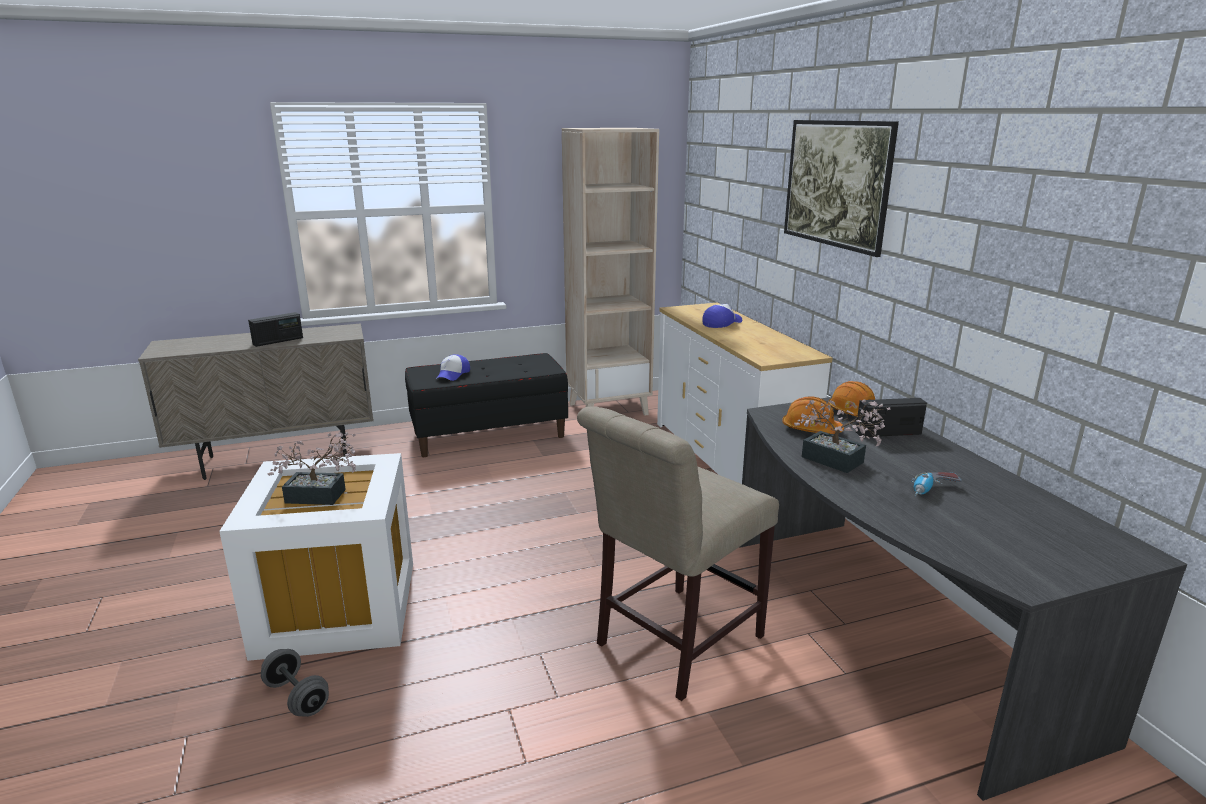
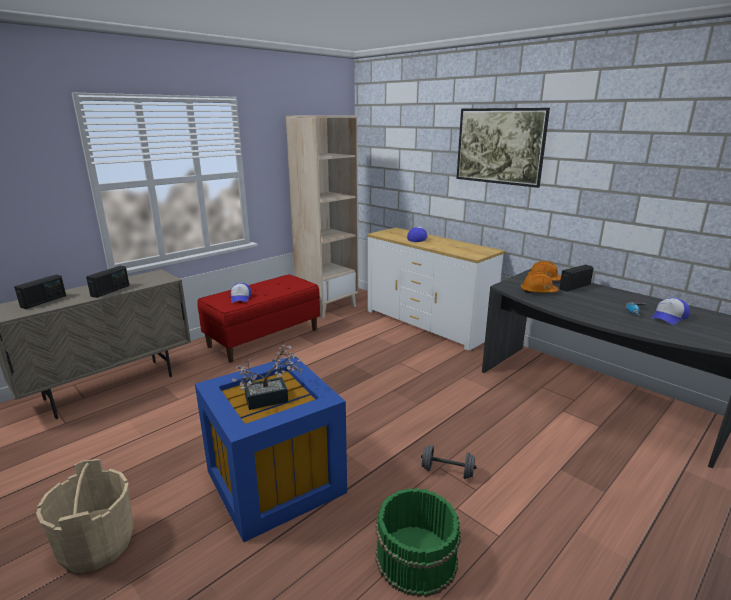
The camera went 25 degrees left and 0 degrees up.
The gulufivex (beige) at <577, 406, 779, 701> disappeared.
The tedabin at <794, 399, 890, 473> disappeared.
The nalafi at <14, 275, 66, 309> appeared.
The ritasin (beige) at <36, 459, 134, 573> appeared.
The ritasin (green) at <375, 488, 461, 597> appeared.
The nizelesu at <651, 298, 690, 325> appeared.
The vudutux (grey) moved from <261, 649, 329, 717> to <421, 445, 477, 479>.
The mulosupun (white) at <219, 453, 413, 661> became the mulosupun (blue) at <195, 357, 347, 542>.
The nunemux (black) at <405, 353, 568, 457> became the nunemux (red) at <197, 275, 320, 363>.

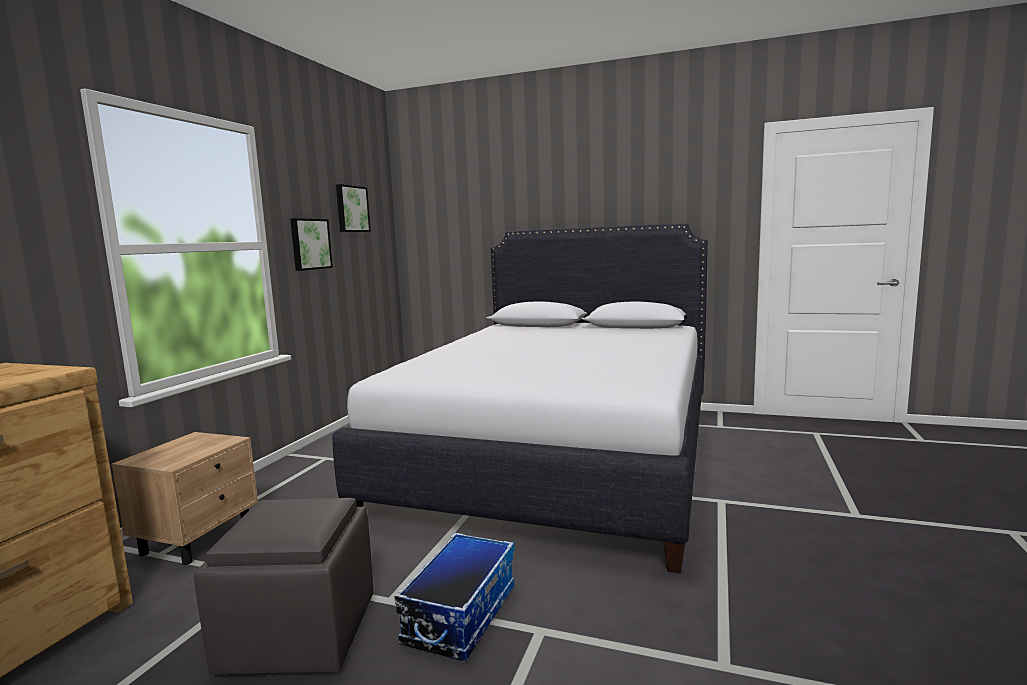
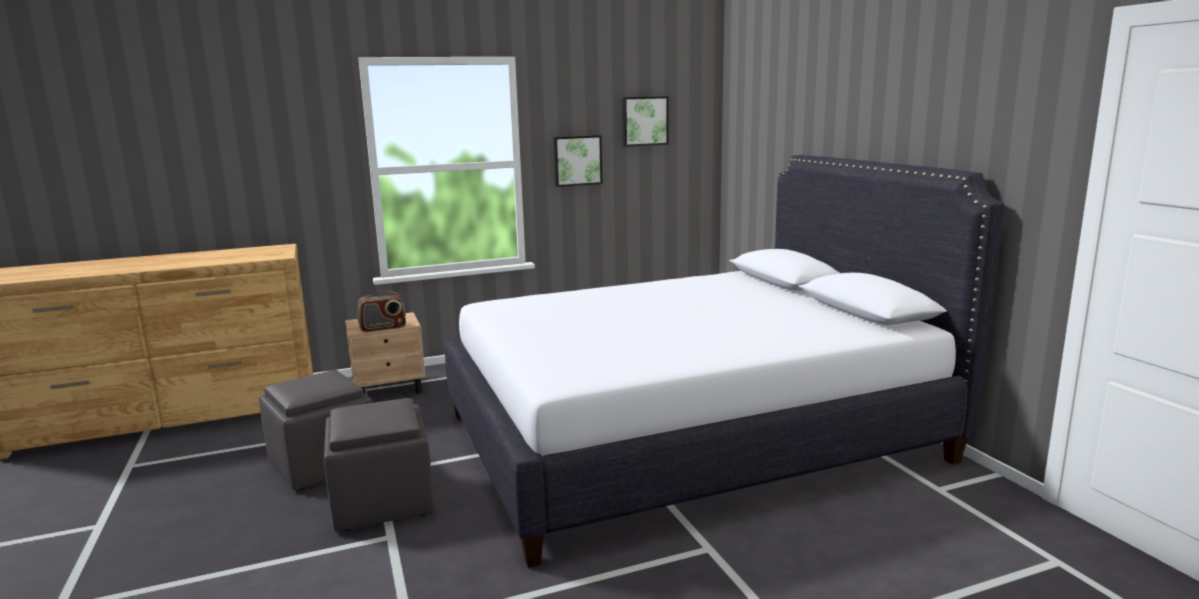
The camera went 50 degrees right and 5 degrees up.
The nalafi at <357, 290, 406, 332> appeared.
The mulosupun at <394, 533, 515, 661> was replaced by the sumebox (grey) at <324, 398, 434, 532>.

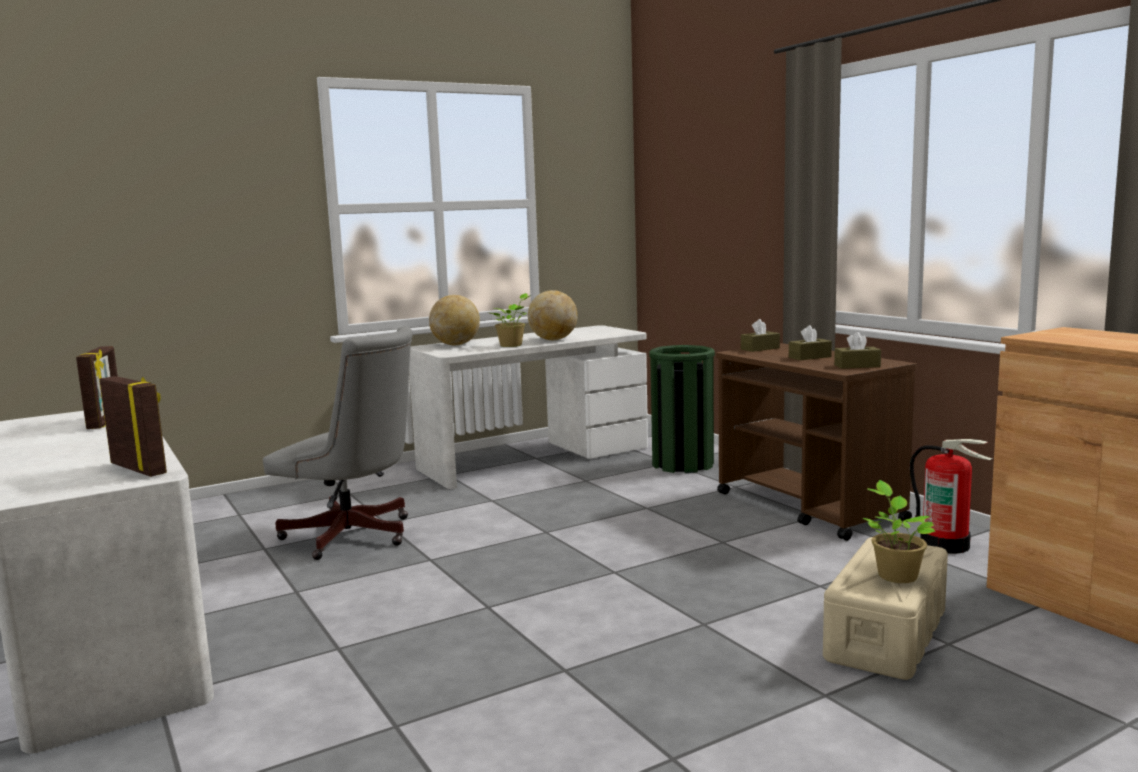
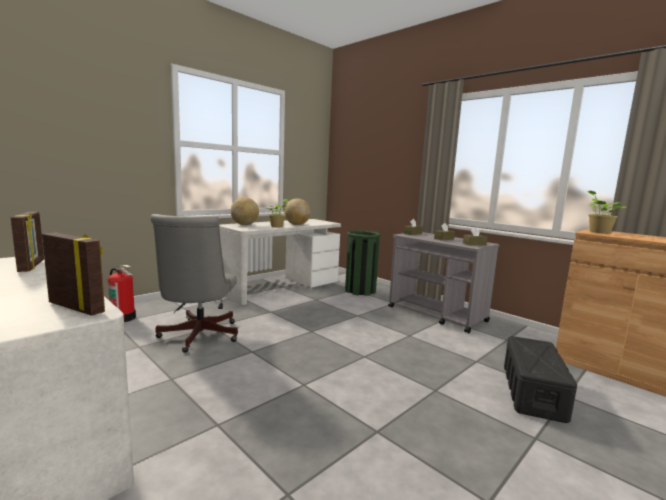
The camera went 15 degrees left and 0 degrees up.
The tedabin moved from <863, 480, 936, 583> to <587, 191, 626, 233>.
The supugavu moved from <910, 439, 993, 554> to <108, 265, 136, 322>.
The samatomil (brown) at <716, 343, 917, 541> became the samatomil (grey) at <388, 232, 500, 333>.
The mulosupun (beige) at <823, 537, 948, 680> became the mulosupun (black) at <504, 336, 577, 423>.
The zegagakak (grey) at <263, 326, 413, 560> turned 75 degrees clockwise.

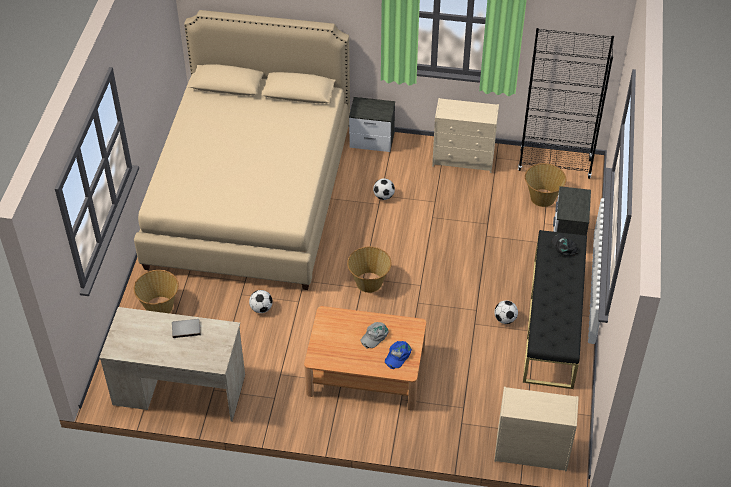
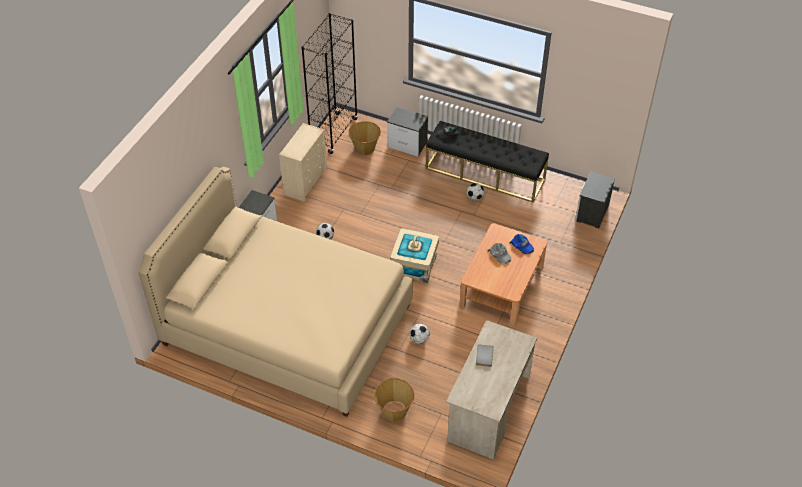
The camera went 75 degrees left and 0 degrees up.
The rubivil at <347, 247, 392, 293> was replaced by the mulosupun (beige) at <390, 228, 439, 283>.
The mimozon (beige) at <494, 387, 579, 471> was replaced by the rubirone at <575, 172, 615, 228>.

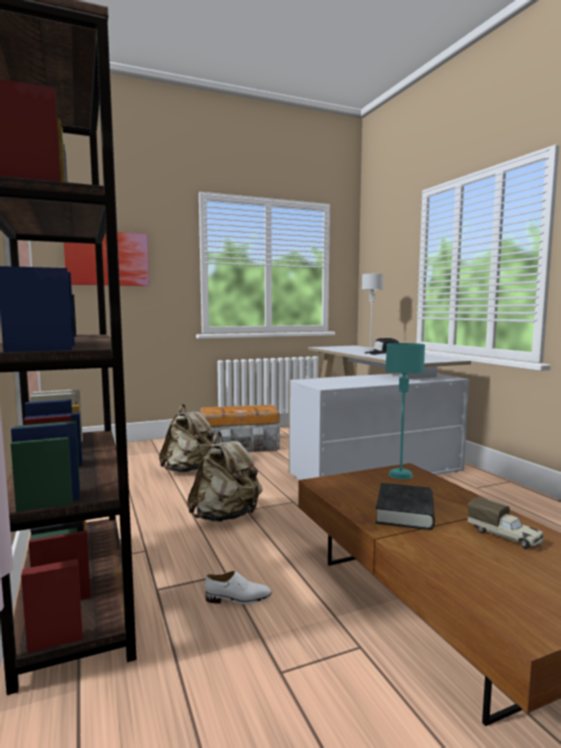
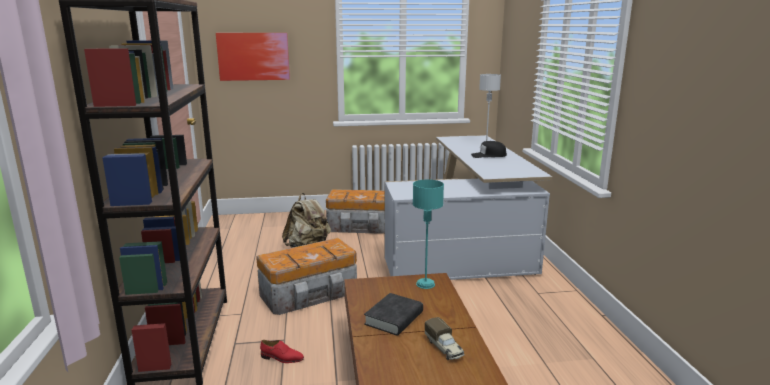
The camera went 15 degrees right and 10 degrees up.
The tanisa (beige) at <187, 432, 262, 522> was replaced by the mulosupun at <256, 238, 357, 315>.
The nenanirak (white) at <205, 571, 271, 604> became the nenanirak (red) at <260, 340, 304, 363>.

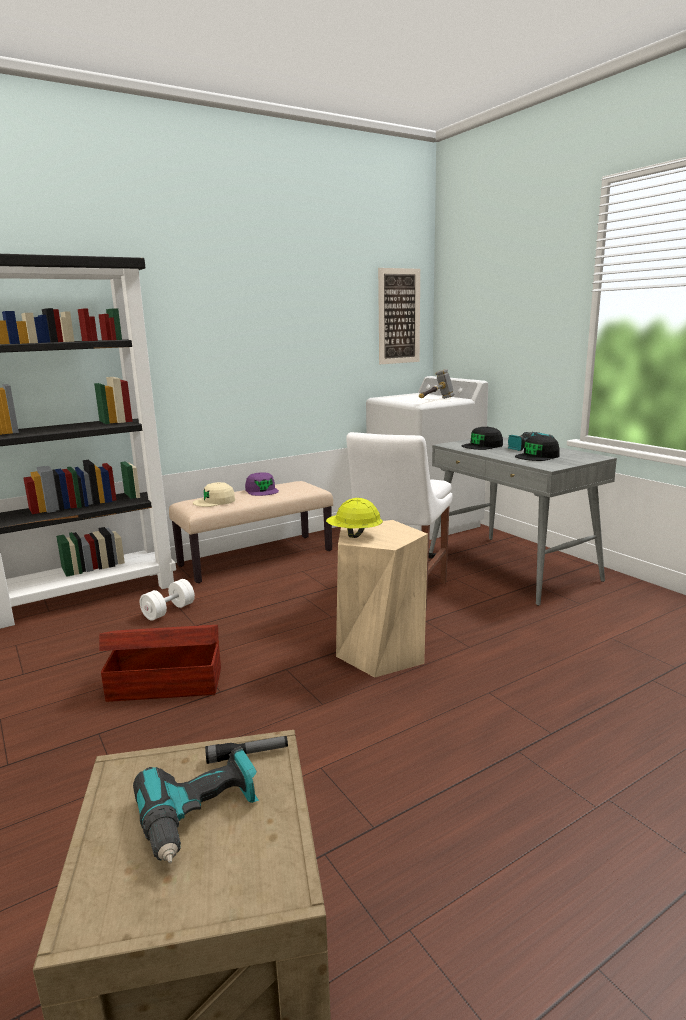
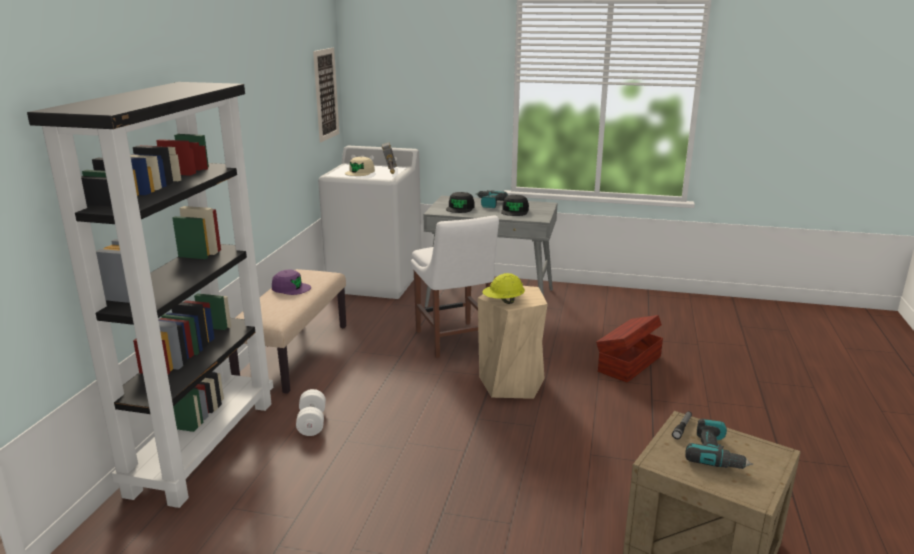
The camera went 45 degrees left and 5 degrees up.
The mulosupun (brown) moved from <99, 625, 221, 702> to <596, 315, 663, 382>.
The nizelesu (beige) moved from <193, 482, 235, 507> to <345, 157, 375, 176>.

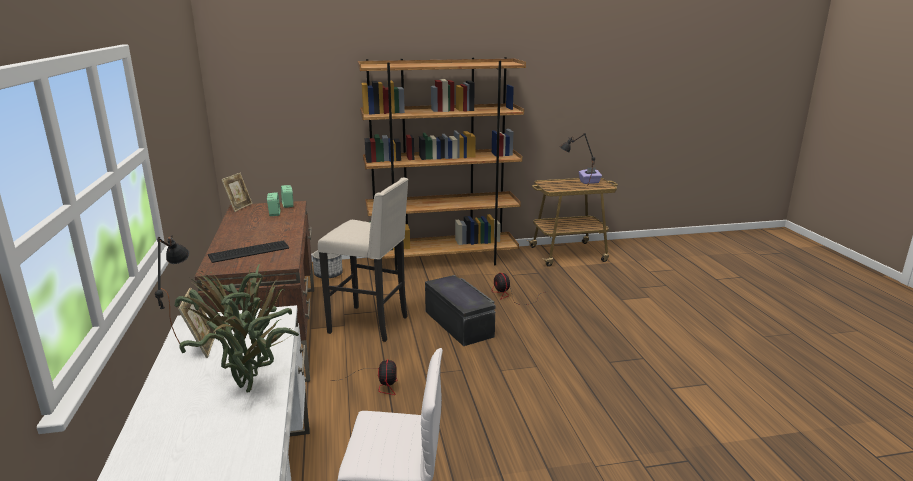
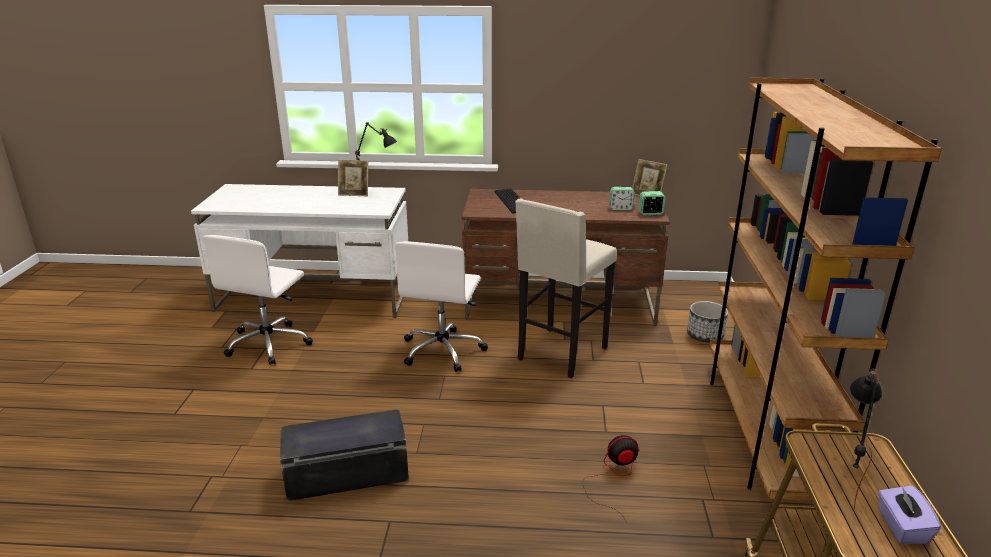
The camera went 105 degrees right and 5 degrees up.
The tedabin at <175, 264, 299, 393> disappeared.
The mulosupun (black) moved from <425, 275, 496, 346> to <280, 409, 409, 501>.
The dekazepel at <330, 359, 397, 395> was replaced by the zegagakak (white) at <395, 241, 488, 372>.

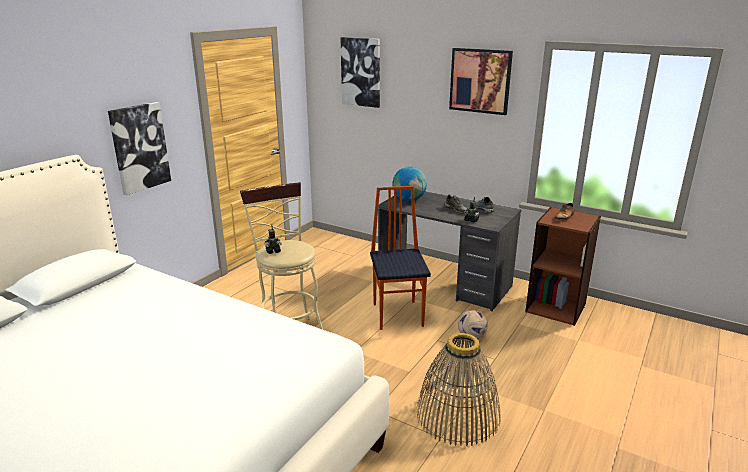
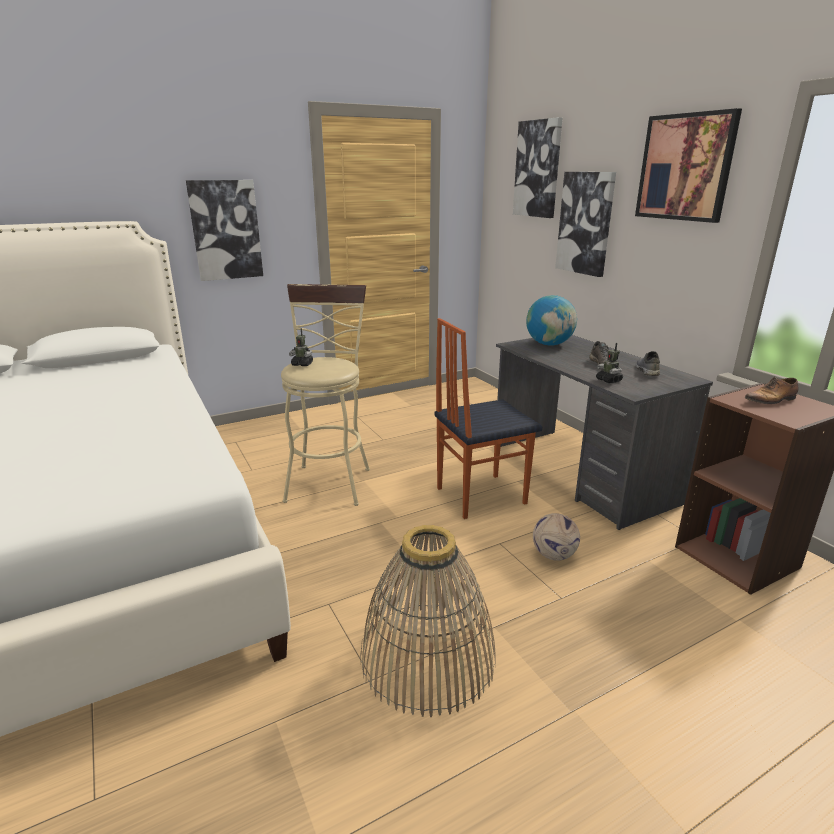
The camera went 30 degrees right and 0 degrees up.
The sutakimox at <555, 172, 616, 277> appeared.
The gulufivex at <370, 186, 431, 330> turned 135 degrees counterclockwise.

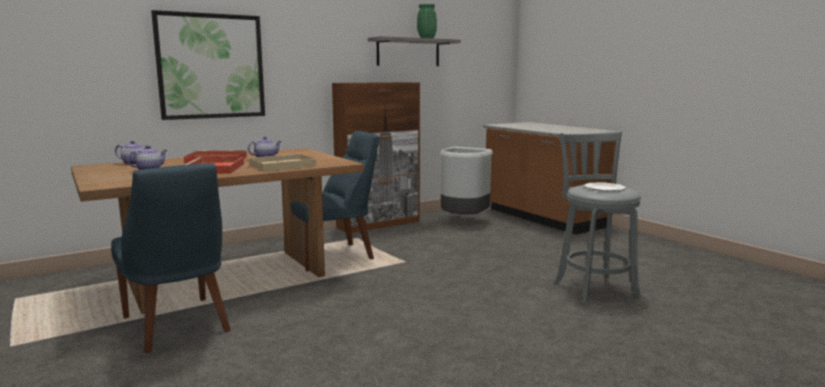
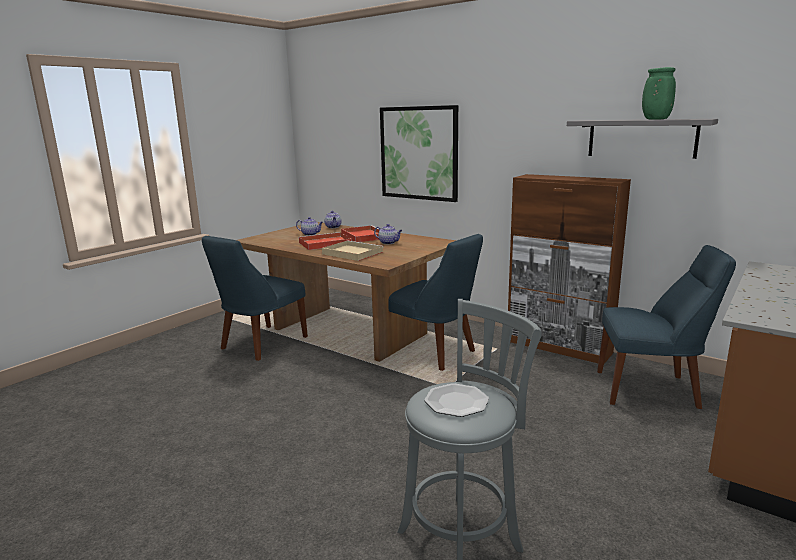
The camera went 70 degrees right and 5 degrees up.
The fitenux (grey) at <440, 147, 493, 214> was replaced by the gulufivex (blue) at <597, 245, 736, 409>.

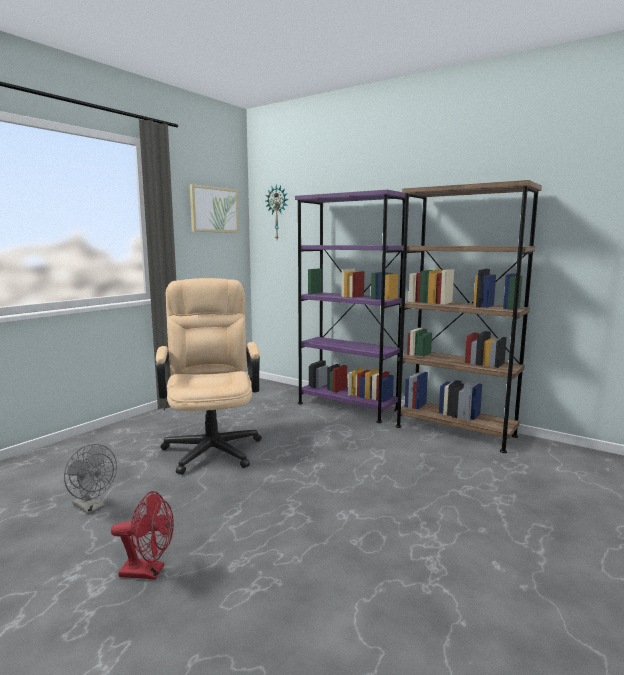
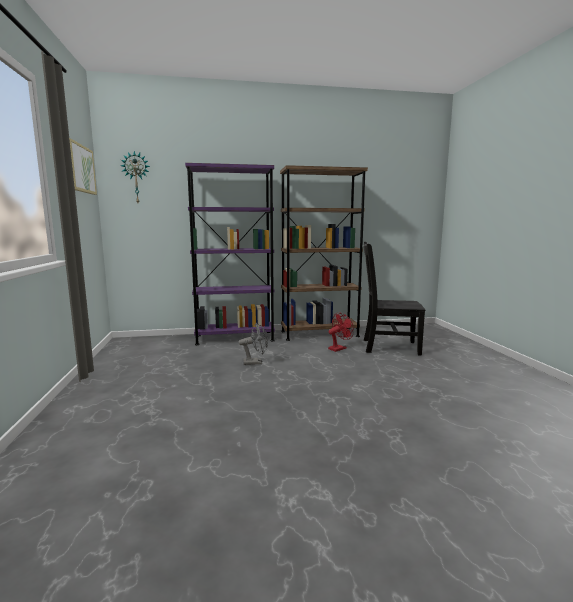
The camera went 45 degrees left and 0 degrees up.
The zegagakak (beige) at <156, 278, 262, 475> disappeared.
The gulufivex (black) at <363, 242, 425, 356> appeared.
The dekazepel (grey) moved from <64, 444, 117, 515> to <238, 323, 268, 365>.
The dekazepel (red) moved from <111, 491, 174, 580> to <328, 313, 354, 352>.

